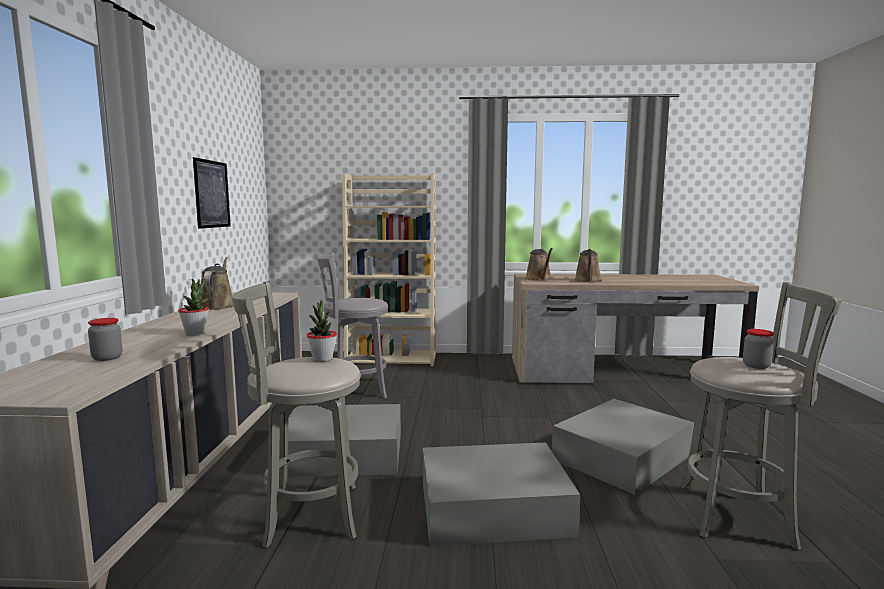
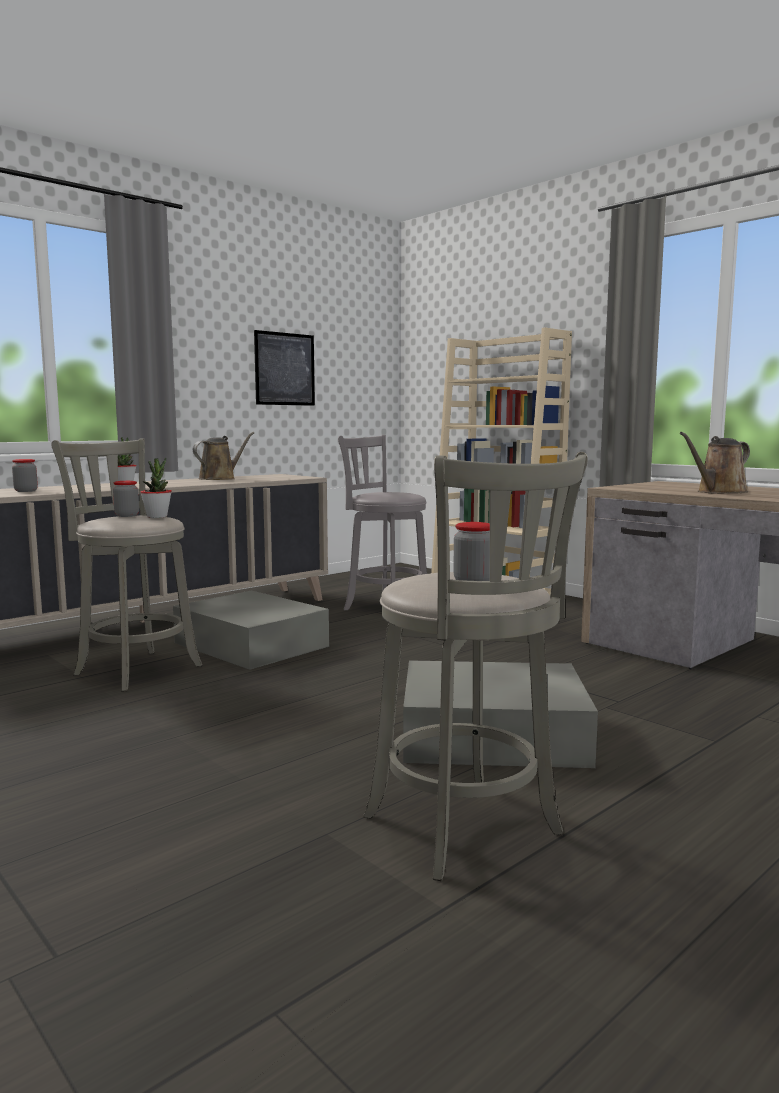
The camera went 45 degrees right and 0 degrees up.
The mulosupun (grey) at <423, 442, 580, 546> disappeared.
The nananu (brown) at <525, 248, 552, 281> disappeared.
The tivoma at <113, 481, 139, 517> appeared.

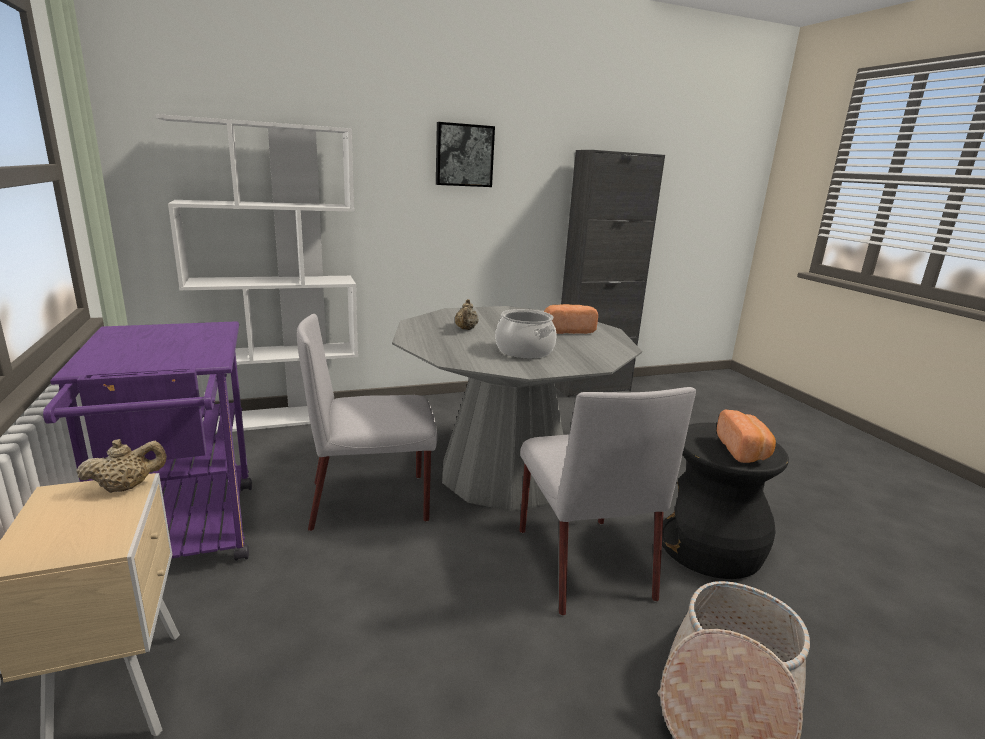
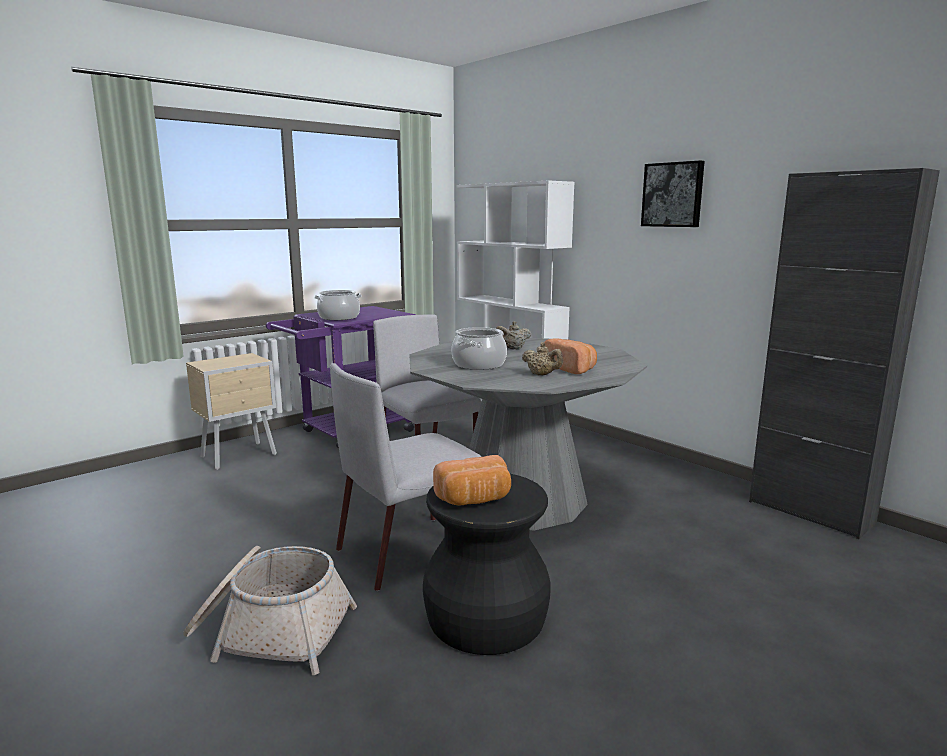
The camera went 70 degrees right and 5 degrees down.
The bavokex at <314, 290, 362, 320> appeared.
The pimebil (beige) moved from <76, 439, 167, 493> to <522, 342, 563, 376>.

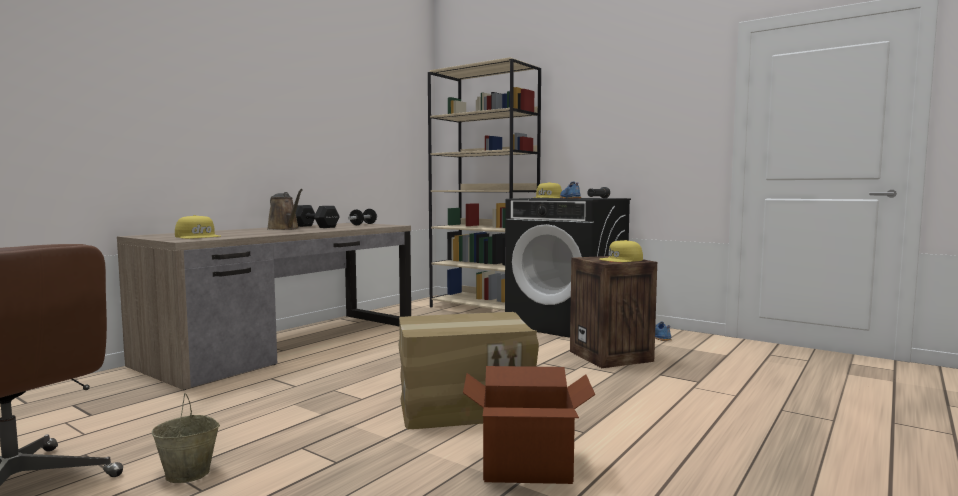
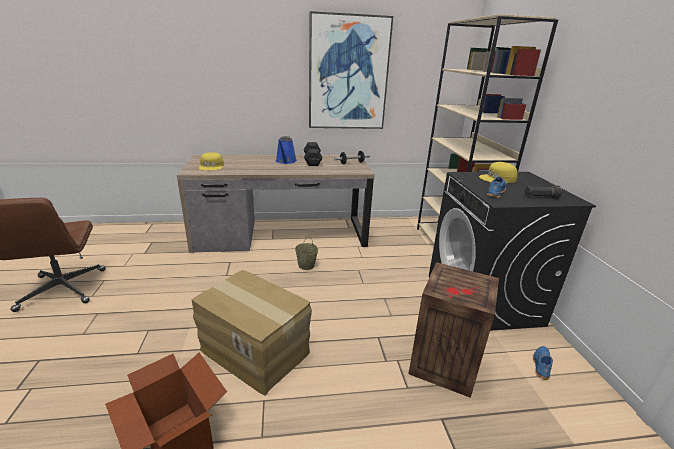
The camera went 45 degrees right and 20 degrees up.
The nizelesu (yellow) at <599, 240, 643, 262> disappeared.
The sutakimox at <309, 11, 393, 129> appeared.
The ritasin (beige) moved from <152, 393, 220, 483> to <295, 236, 318, 270>.
The nananu (brown) at <267, 189, 303, 230> became the nananu (blue) at <276, 136, 297, 164>.

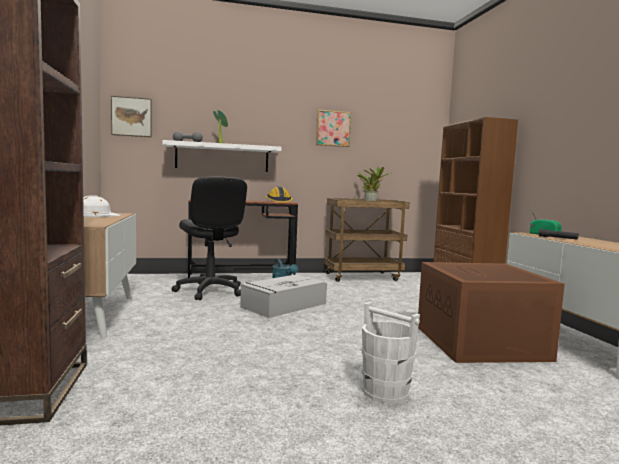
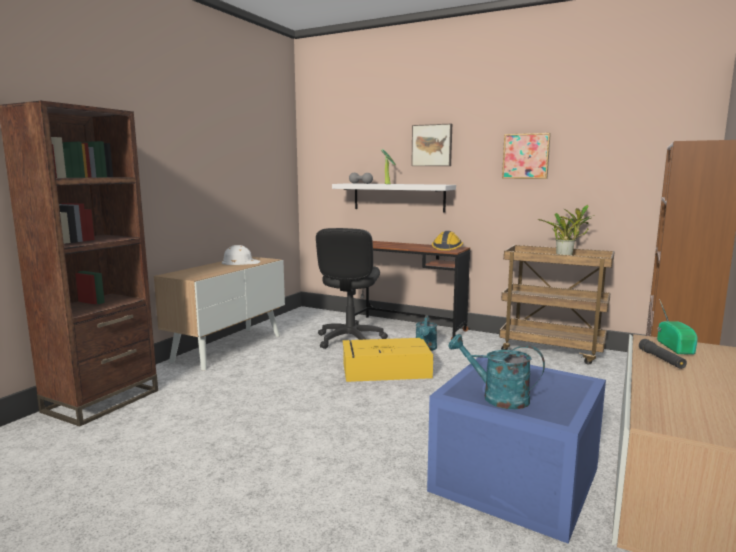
The camera went 40 degrees right and 5 degrees up.
The ritasin (white) at <362, 302, 420, 404> disappeared.
The nananu (turquoise) at <449, 334, 545, 409> appeared.
The sutakimox moved from <111, 96, 152, 137> to <411, 124, 452, 166>.
The mulosupun (grey) at <240, 275, 327, 318> became the mulosupun (yellow) at <343, 338, 433, 382>.
The mulosupun (brown) at <418, 262, 565, 363> became the mulosupun (blue) at <427, 355, 606, 543>.

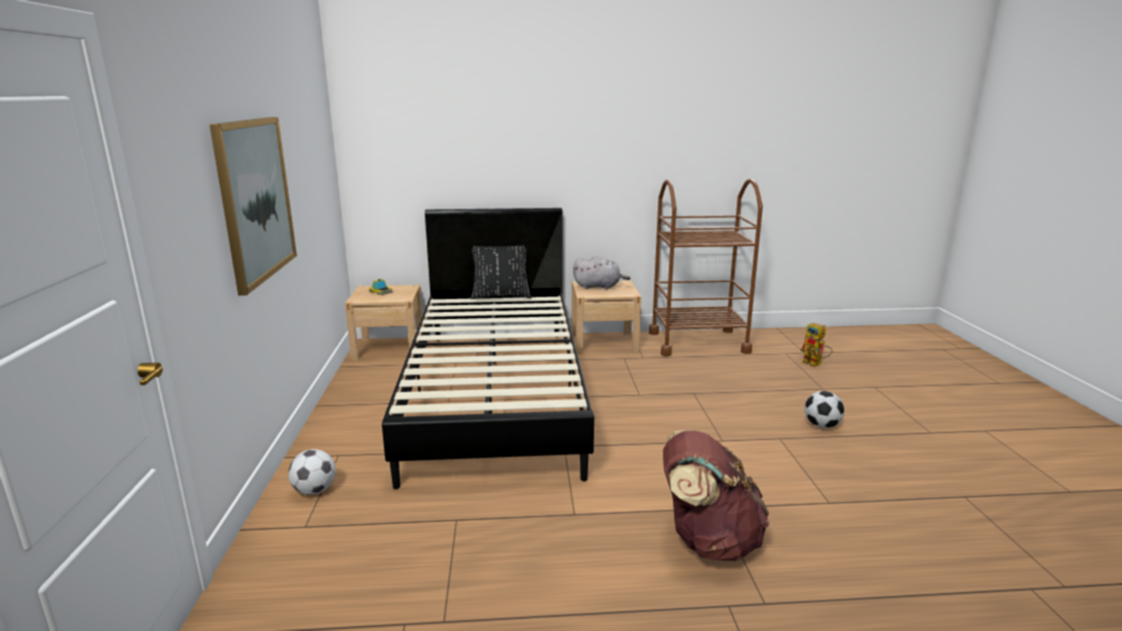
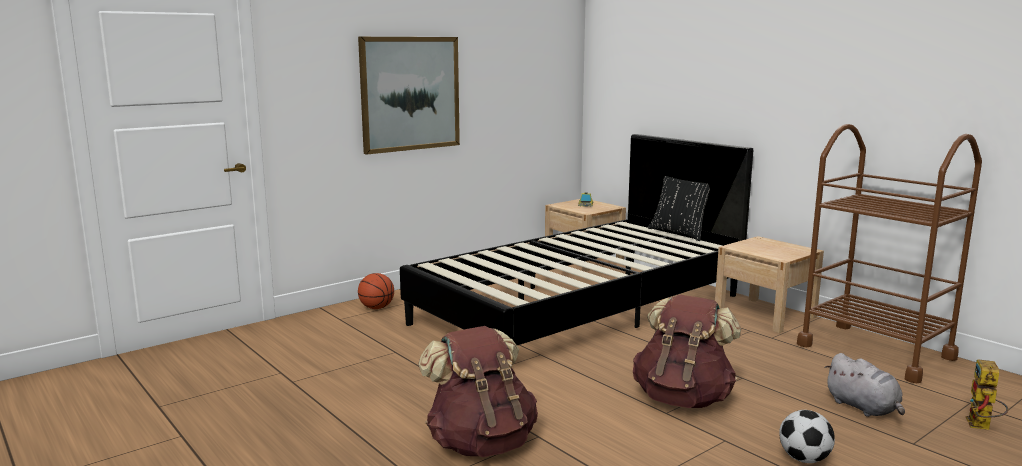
The camera went 55 degrees right and 5 degrees down.
The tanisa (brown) at <633, 295, 741, 408> appeared.
The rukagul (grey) moved from <573, 256, 630, 290> to <824, 353, 905, 417>.
The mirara at <288, 449, 336, 495> was replaced by the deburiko at <358, 273, 394, 309>.

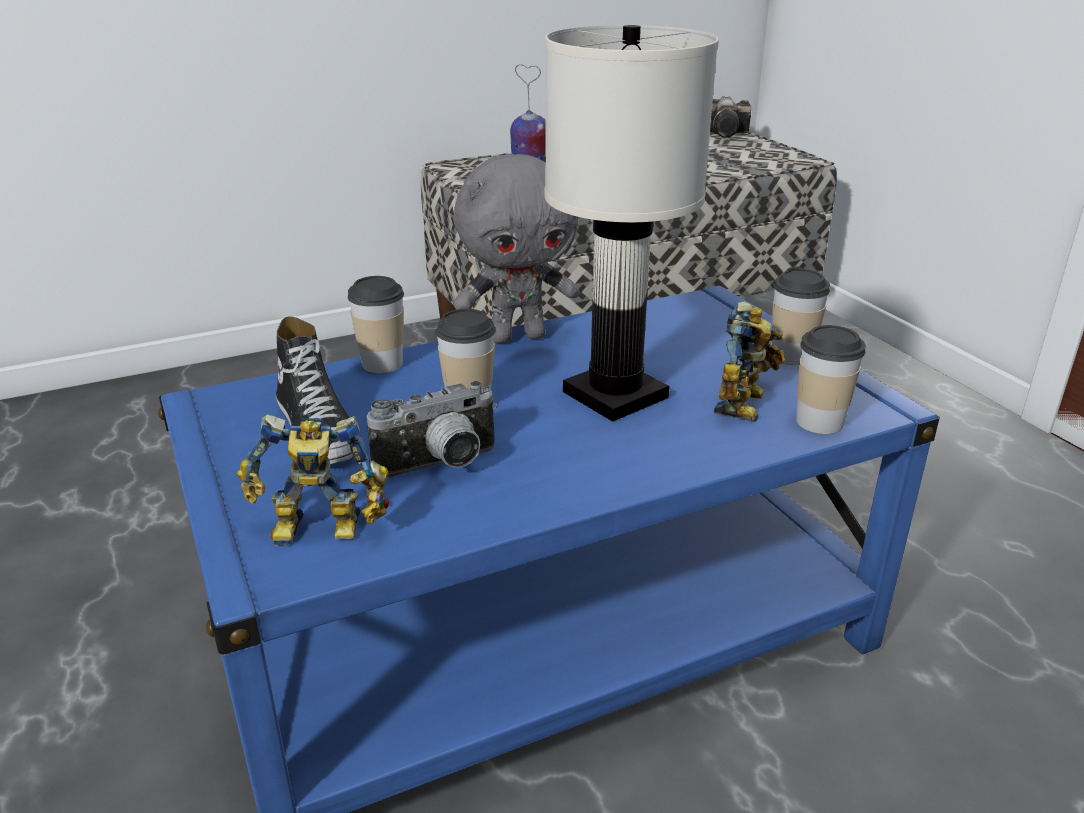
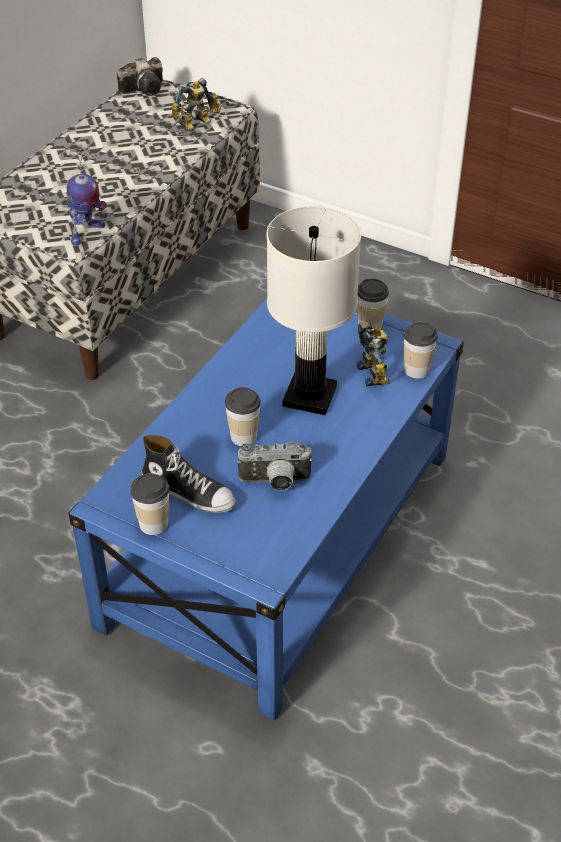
The camera went 35 degrees left and 15 degrees up.
The rukagul (grey) at <453, 154, 580, 343> disappeared.
The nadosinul moved from <237, 414, 389, 546> to <171, 78, 222, 132>.
The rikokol moved from <348, 276, 404, 373> to <130, 473, 169, 535>.
The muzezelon at <367, 381, 498, 478> turned 60 degrees clockwise.

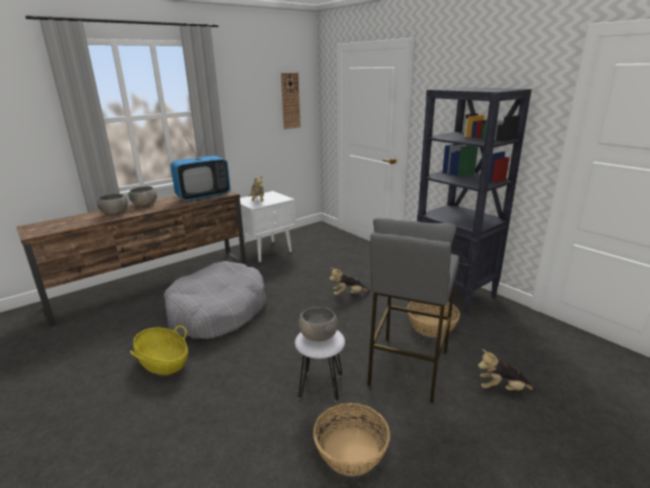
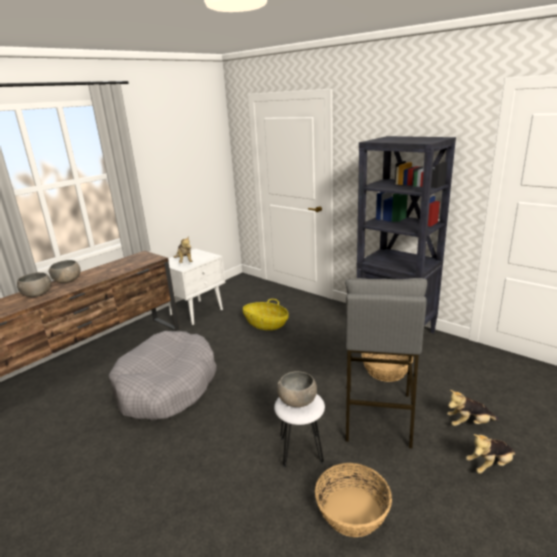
The camera went 10 degrees left and 0 degrees up.
The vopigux at <170, 132, 231, 201> disappeared.
The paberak at <281, 72, 301, 129> disappeared.
The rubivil moved from <130, 326, 188, 375> to <243, 299, 289, 330>.
The rukagul moved from <329, 267, 371, 295> to <466, 434, 516, 474>.

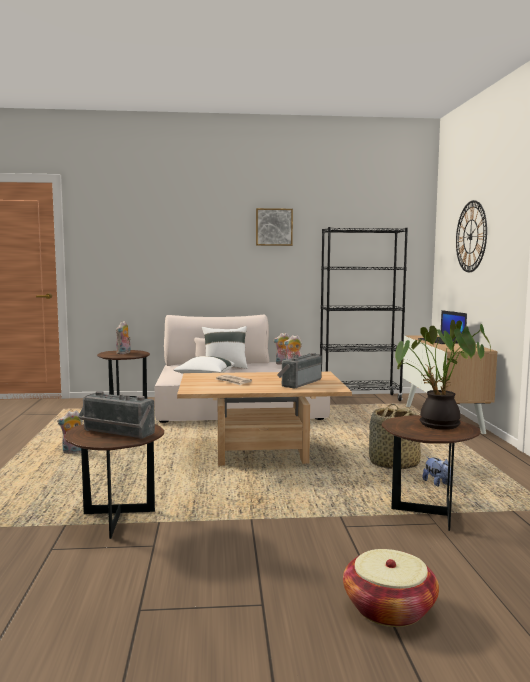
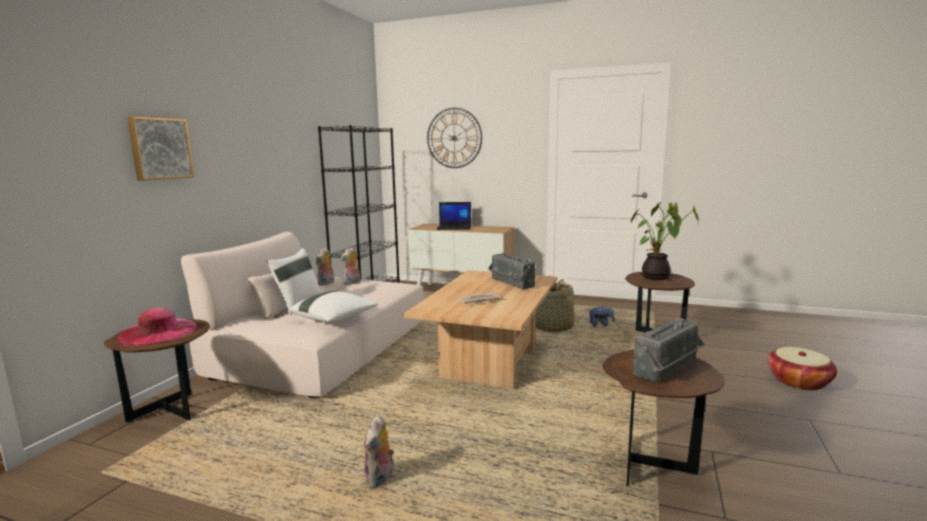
The camera went 65 degrees left and 5 degrees up.
The sutakimox moved from <256, 208, 293, 246> to <127, 116, 194, 181>.
The rukagul at <116, 321, 131, 354> was replaced by the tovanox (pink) at <116, 308, 197, 346>.

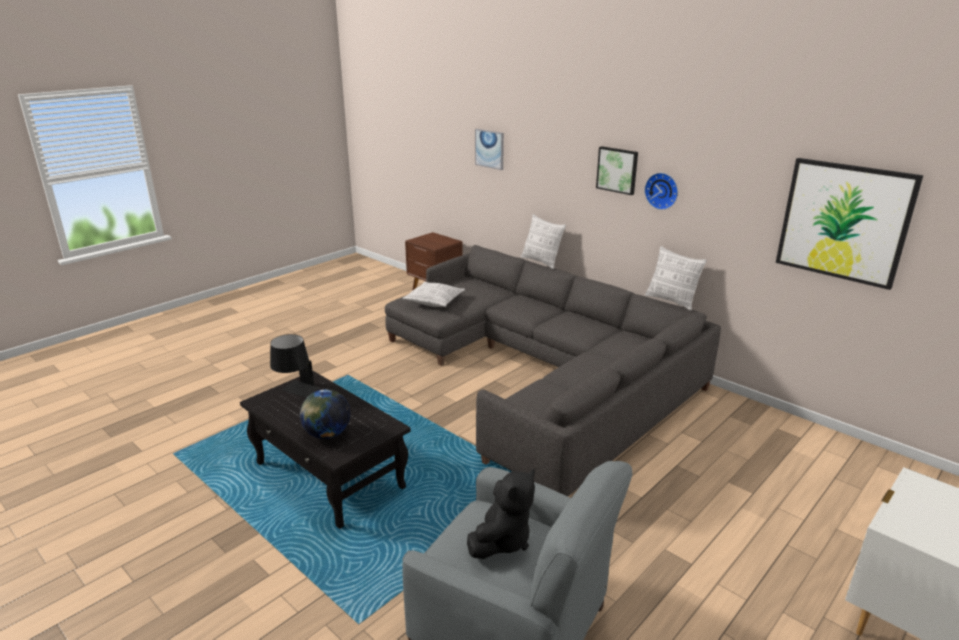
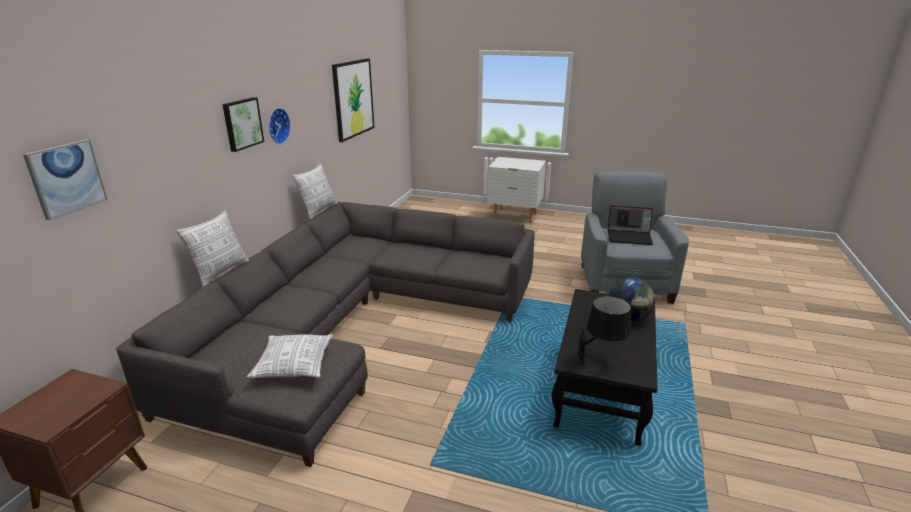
The camera went 115 degrees left and 0 degrees up.
The rukagul (black) at <467, 469, 535, 559> was replaced by the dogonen at <608, 205, 653, 245>.

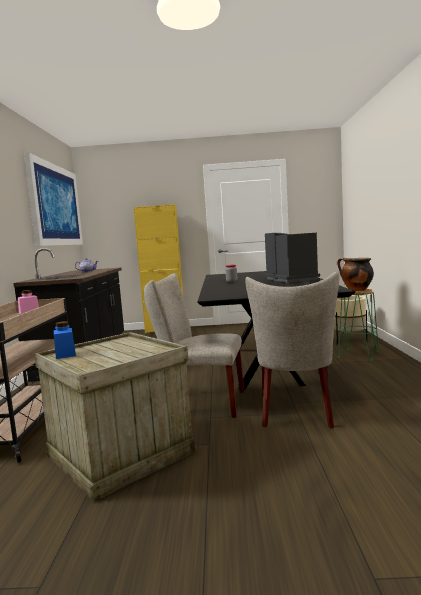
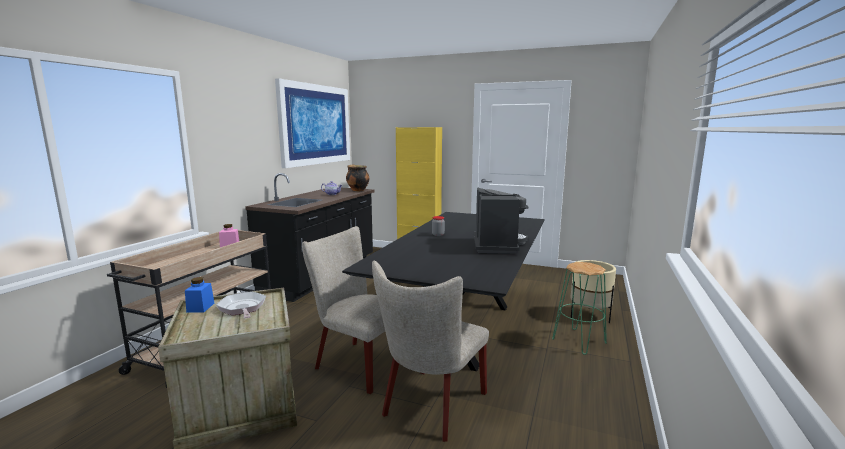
The camera went 20 degrees right and 5 degrees up.
The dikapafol at <216, 291, 266, 318> appeared.
The bavokex moved from <337, 258, 374, 291> to <346, 164, 369, 191>.

